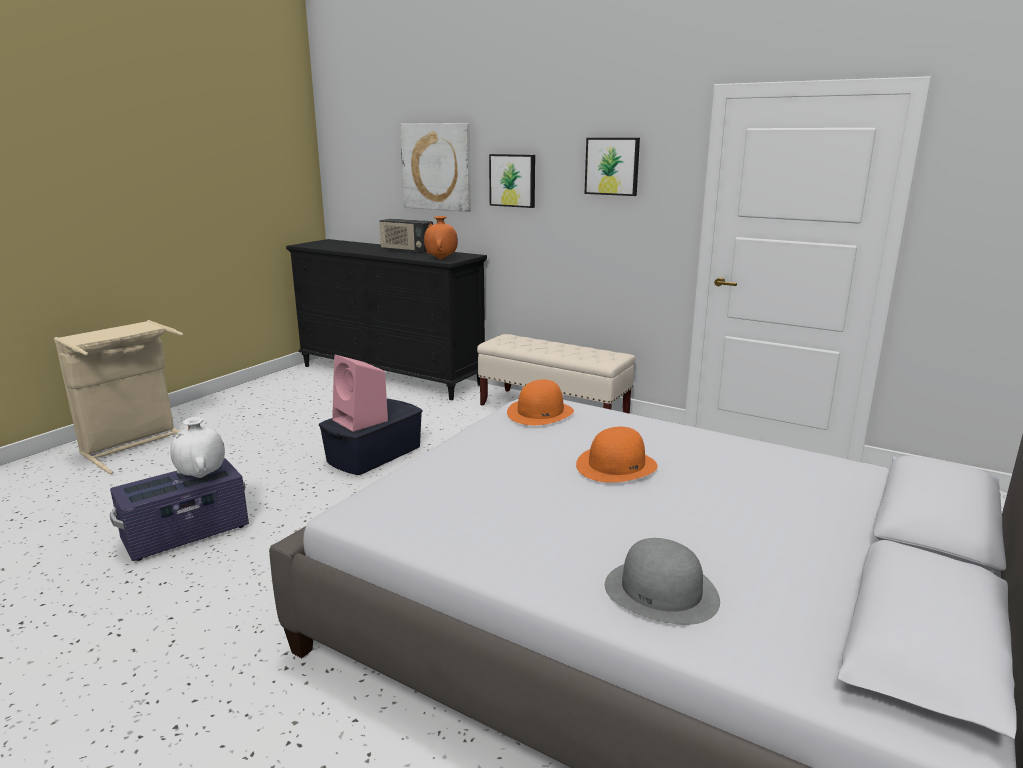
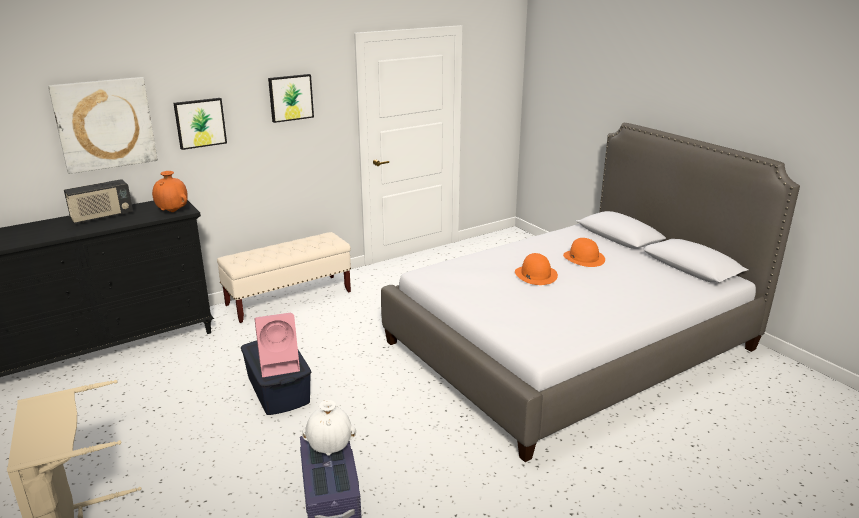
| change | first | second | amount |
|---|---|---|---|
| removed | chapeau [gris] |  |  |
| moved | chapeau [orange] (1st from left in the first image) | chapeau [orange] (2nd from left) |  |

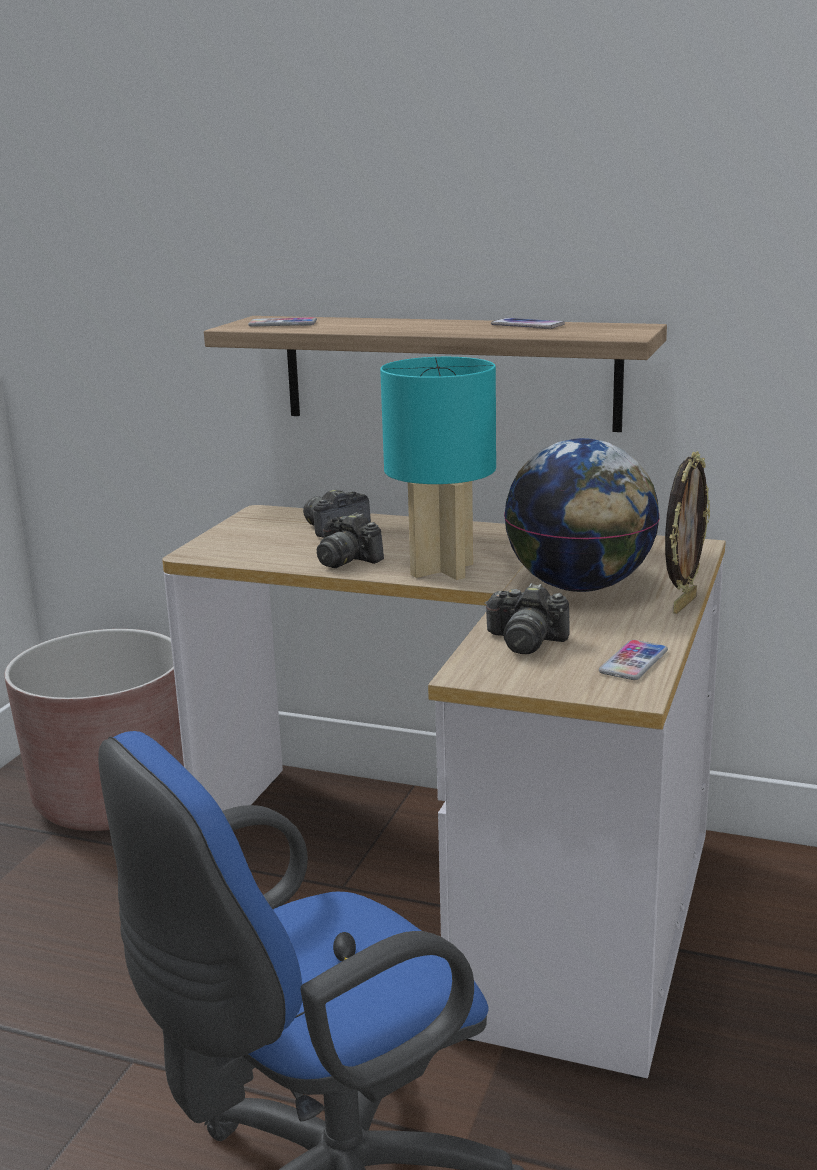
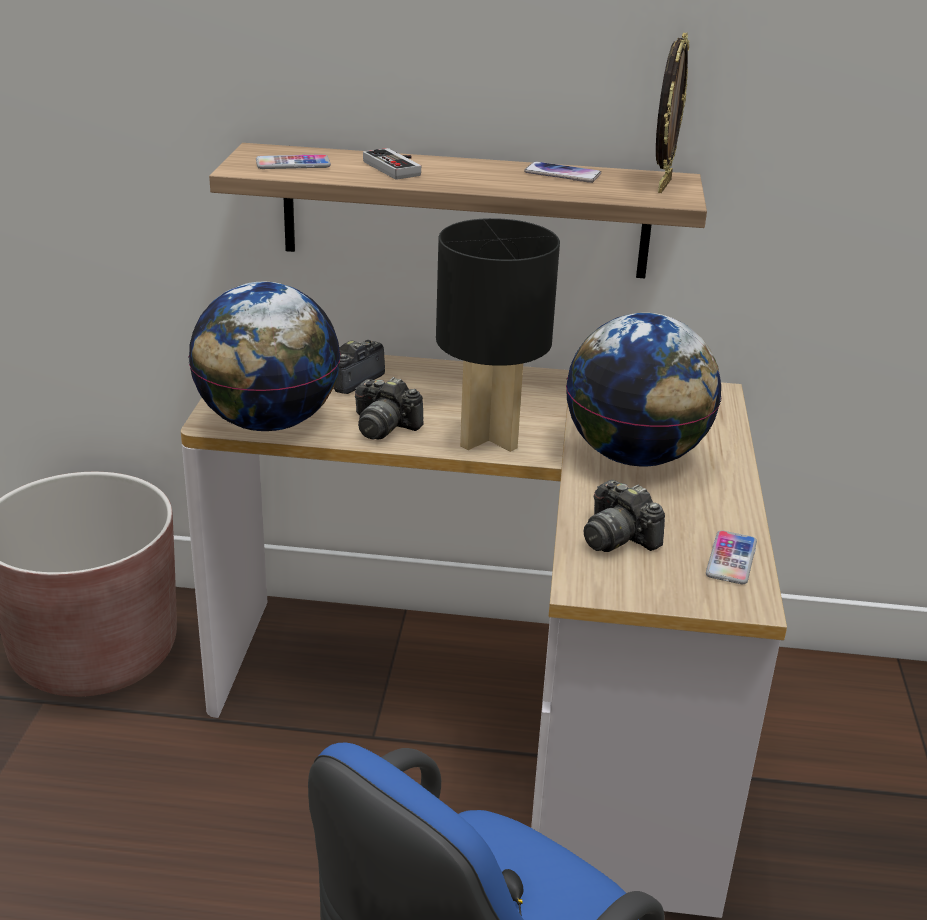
| change | first | second | amount |
|---|---|---|---|
| added |  | globe (1st from left) |  |
| added |  | manette |  |
| moved | cadre photo |  |  |
| recoloured | lampe de table [turquoise] | lampe de table [noir] |  |
| turned | appareil photo (3rd from left) |  | 45 degrees clockwise |

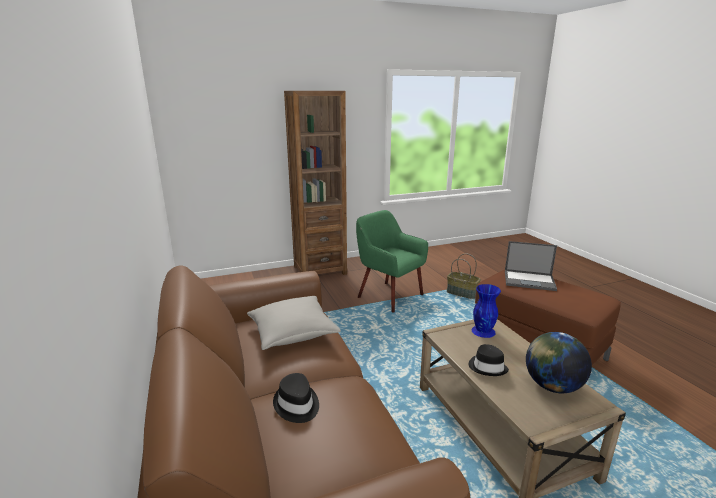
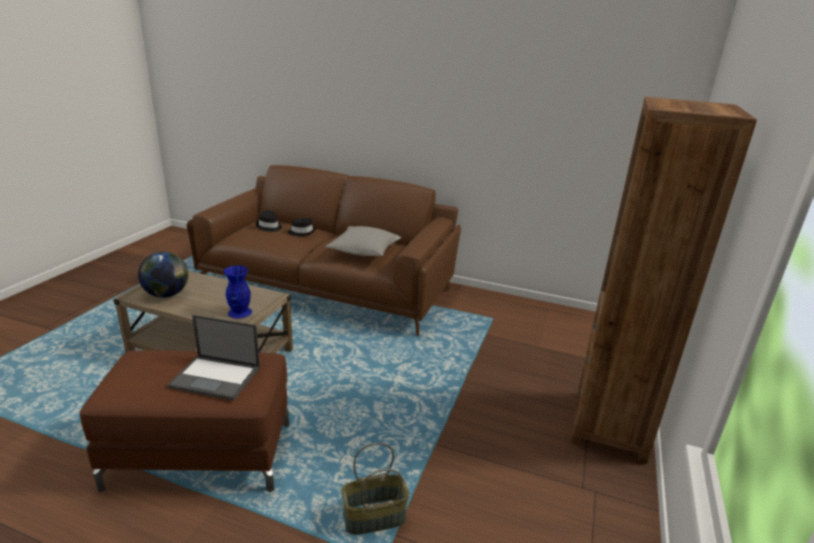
| change | first | second | amount |
|---|---|---|---|
| removed | fauteuil [vert] |  |  |
| moved | chapeau [noir] (2nd from left in the first image) | chapeau [noir] (1st from left) |  |
| turned | ordinateur portable |  | 135 degrees counterclockwise |

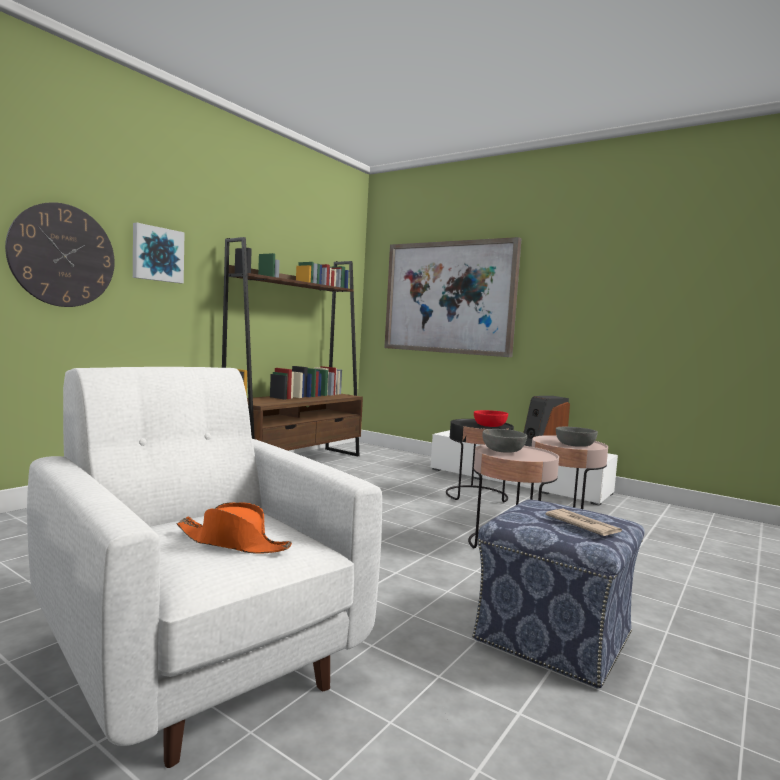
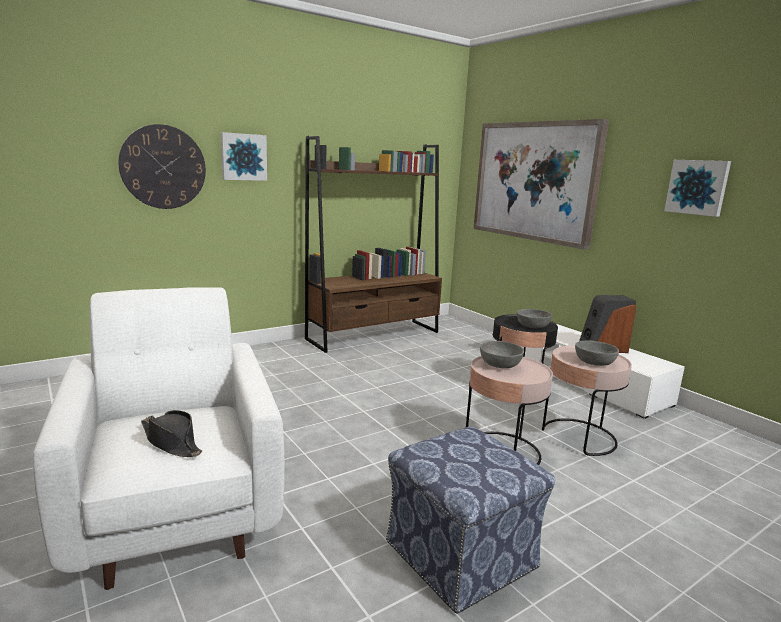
| change | first | second | amount |
|---|---|---|---|
| removed | journal |  |  |
| added |  | tableau (3rd from left) |  |
| recoloured | chapeau [orange] | chapeau [noir] |  |
| recoloured | bol [rouge] | bol [gris] (2nd from left) |  |

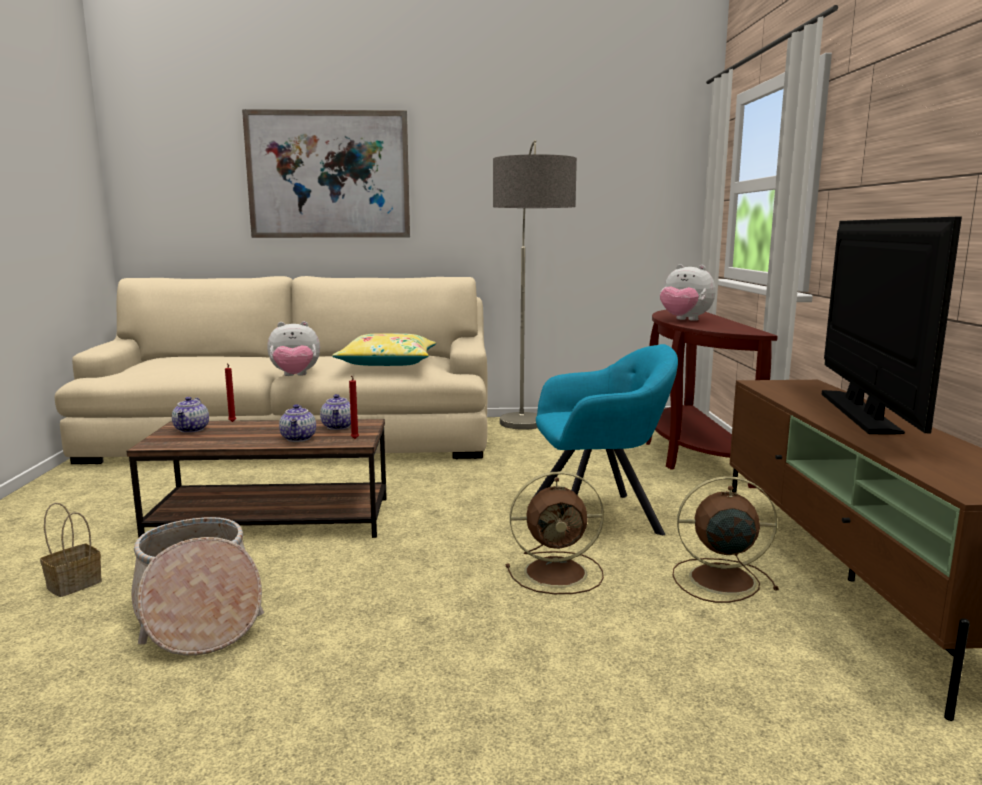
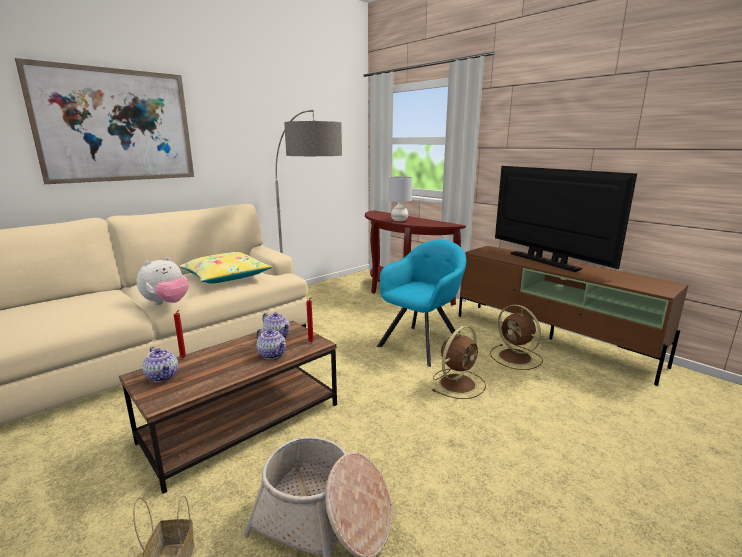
| change | first | second | amount |
|---|---|---|---|
| replaced | peluche (2nd from left) | lampe de table [gris] |  |
| turned | ventilateur [marron] (2nd from left) |  | 90 degrees counterclockwise |

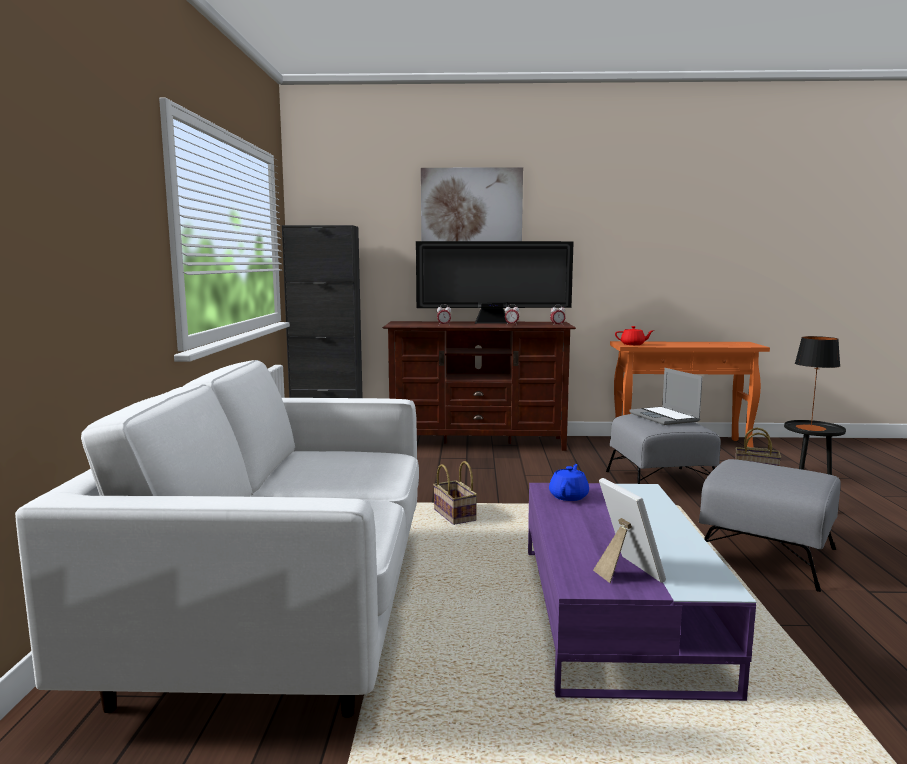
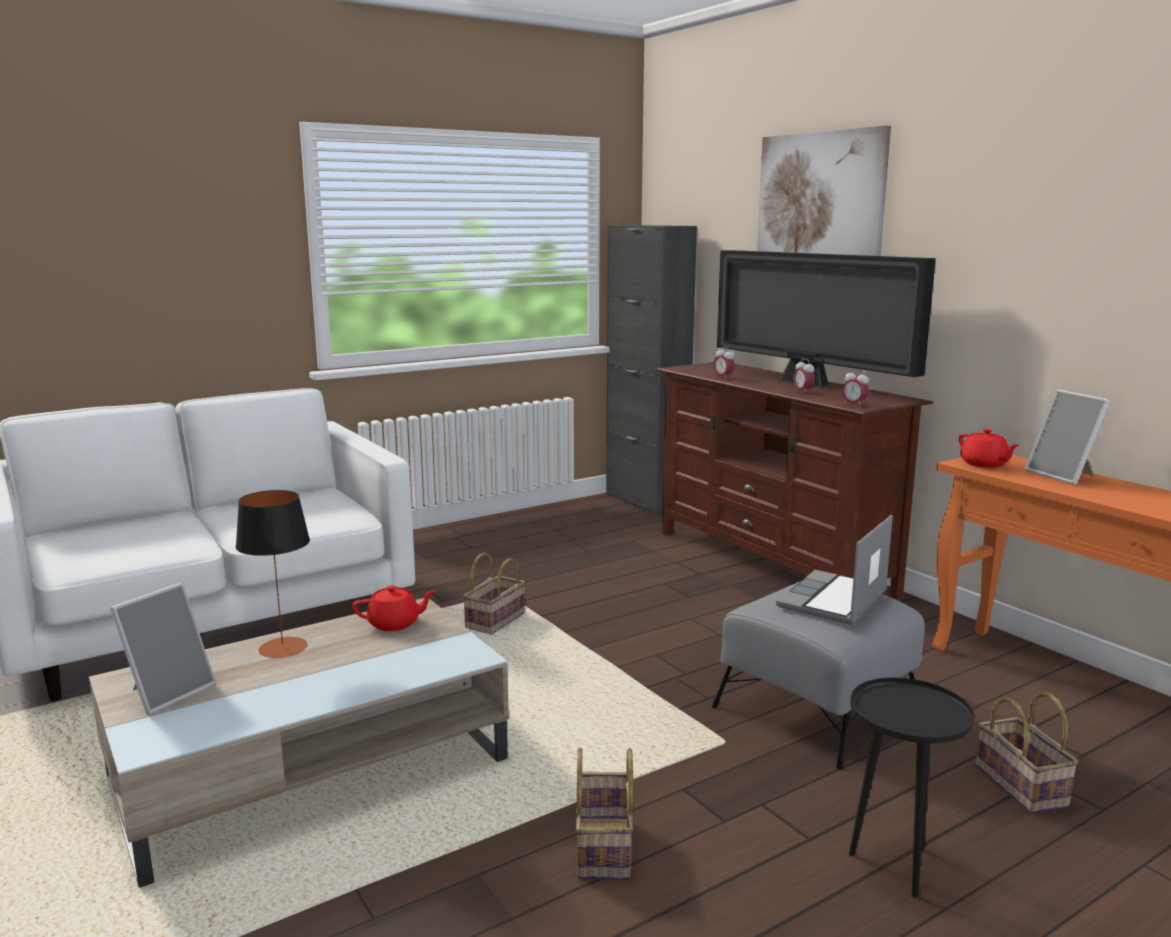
| change | first | second | amount |
|---|---|---|---|
| added |  | cadre photo (2nd from left) |  |
| moved | lampe de table |  |  |
| replaced | pouf [gris] (2nd from left) | panier (2nd from left) |  |
| recoloured | table basse [violet] | table basse [beige] |  |
| recoloured | théière [bleu] | théière [rouge] (1st from left) |  |

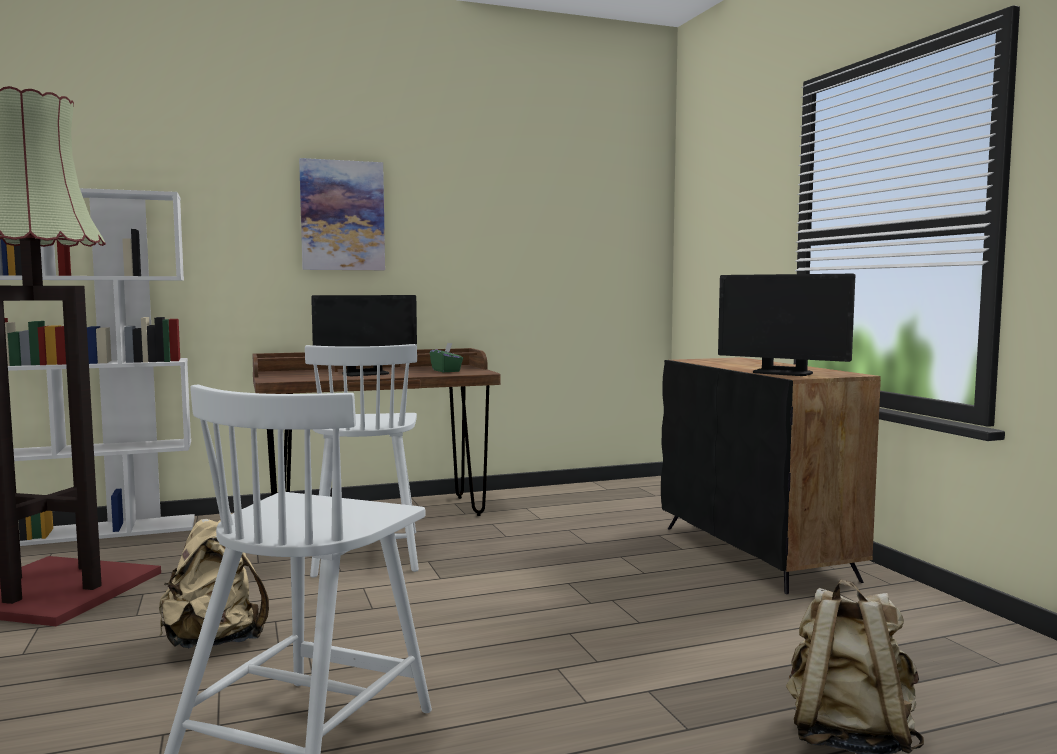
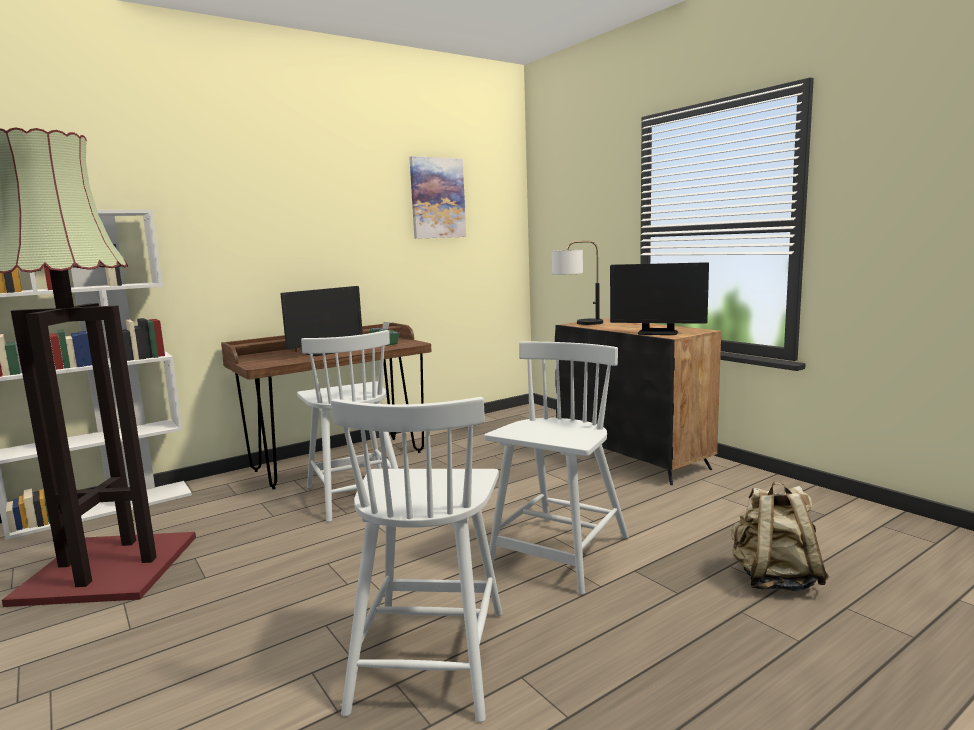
| change | first | second | amount |
|---|---|---|---|
| removed | sac à dos [beige] (1st from left) |  |  |
| added |  | chaise [blanc] (3rd from left) |  |
| added |  | lampe de table |  |
| moved | tableau |  |  |

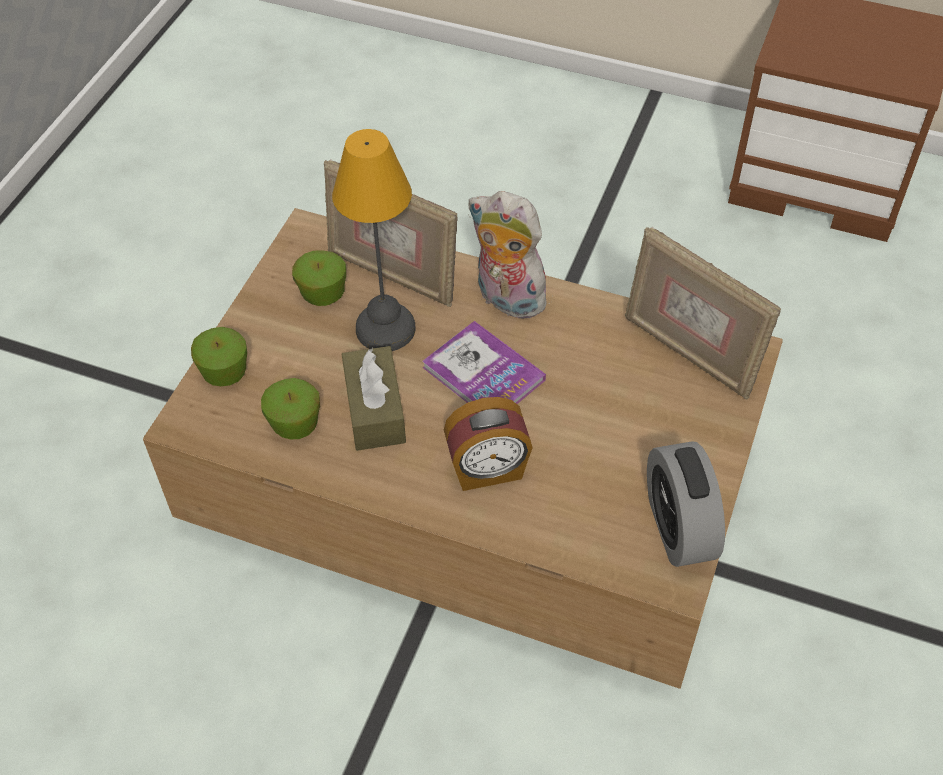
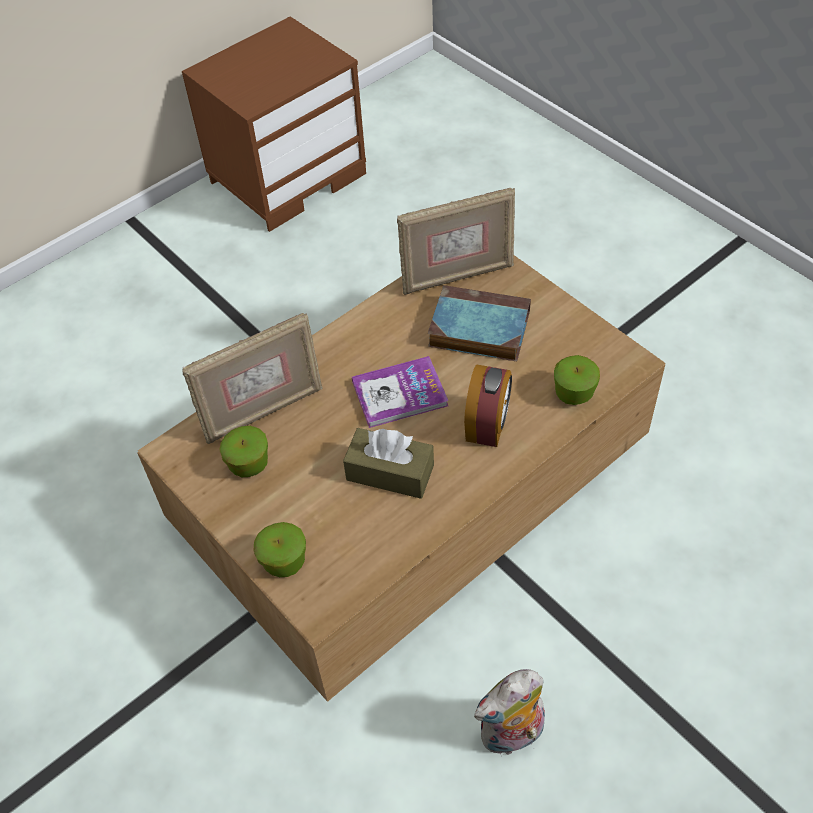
| change | first | second | amount |
|---|---|---|---|
| removed | lampe de table |  |  |
| removed | réveil (2nd from left) |  |  |
| added |  | livre (2nd from left) |  |
| moved | pomme (2nd from left in the first image) | pomme (3rd from left) |  |
| moved | peluche |  |  |

